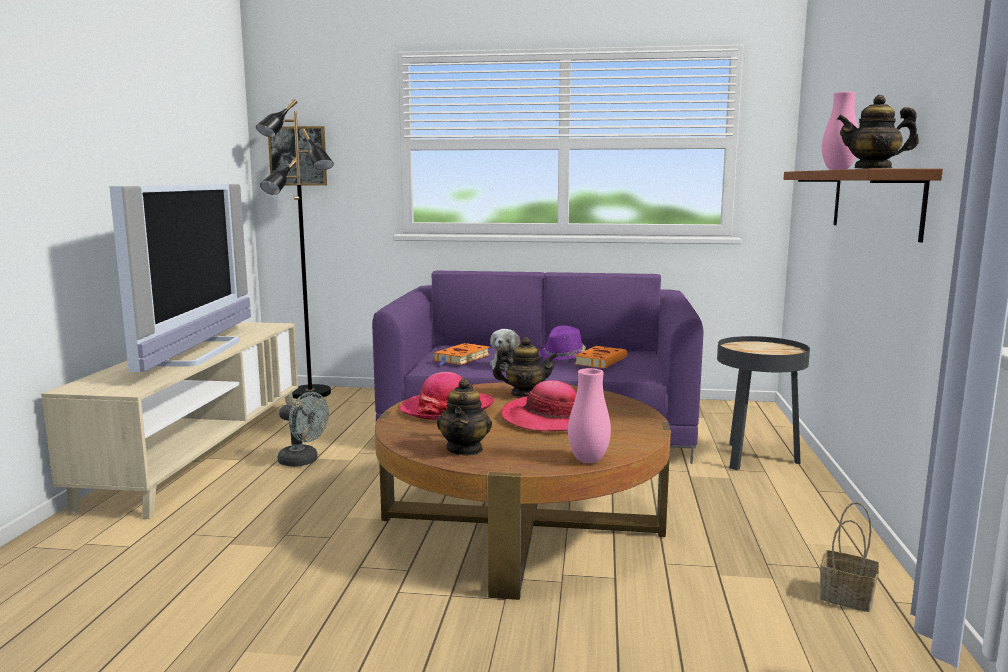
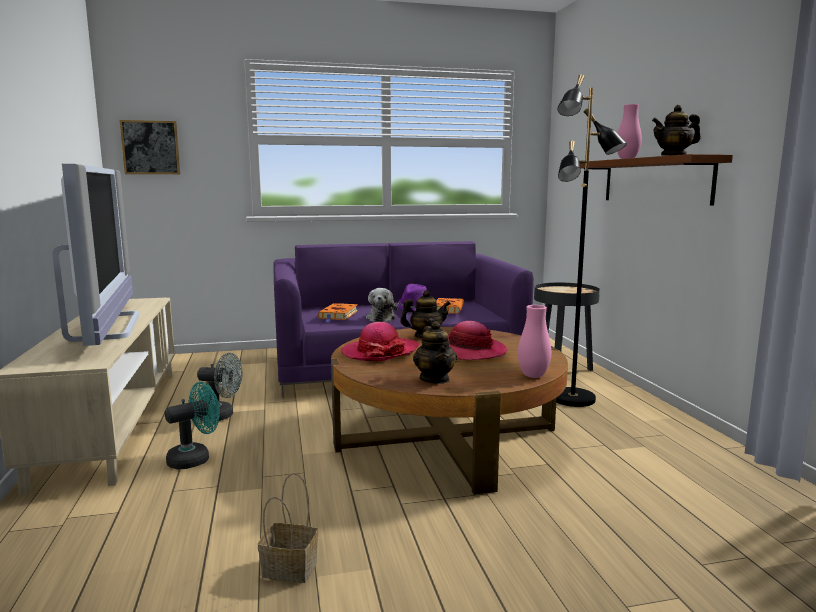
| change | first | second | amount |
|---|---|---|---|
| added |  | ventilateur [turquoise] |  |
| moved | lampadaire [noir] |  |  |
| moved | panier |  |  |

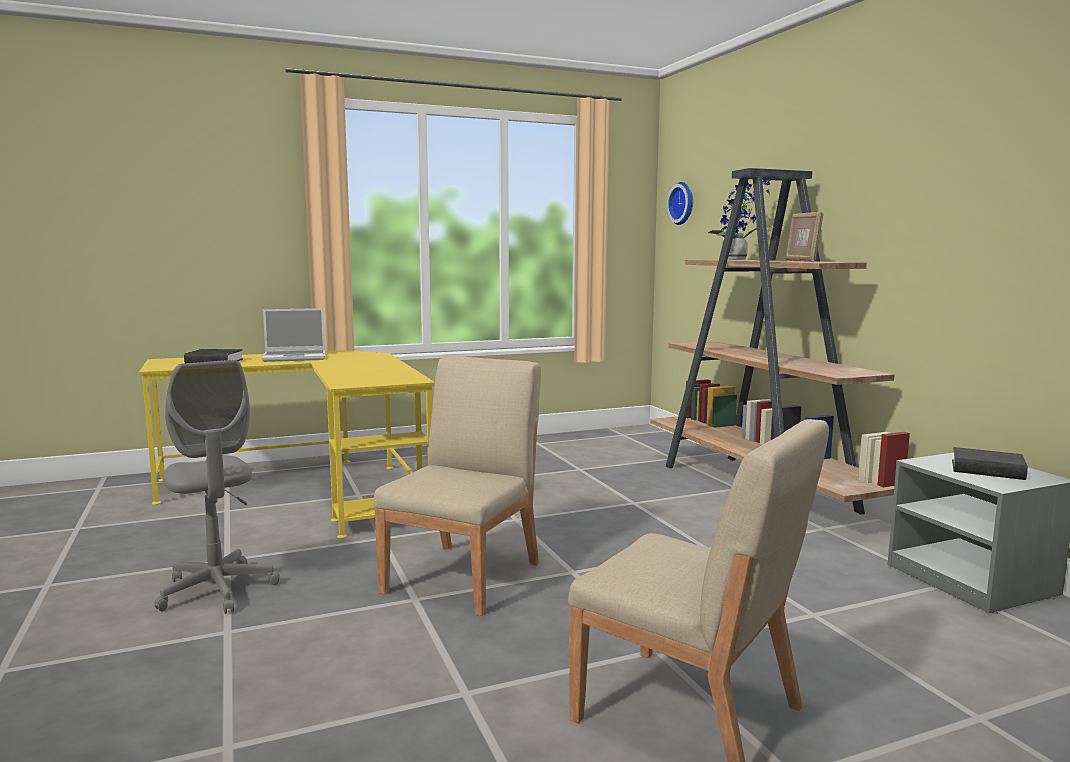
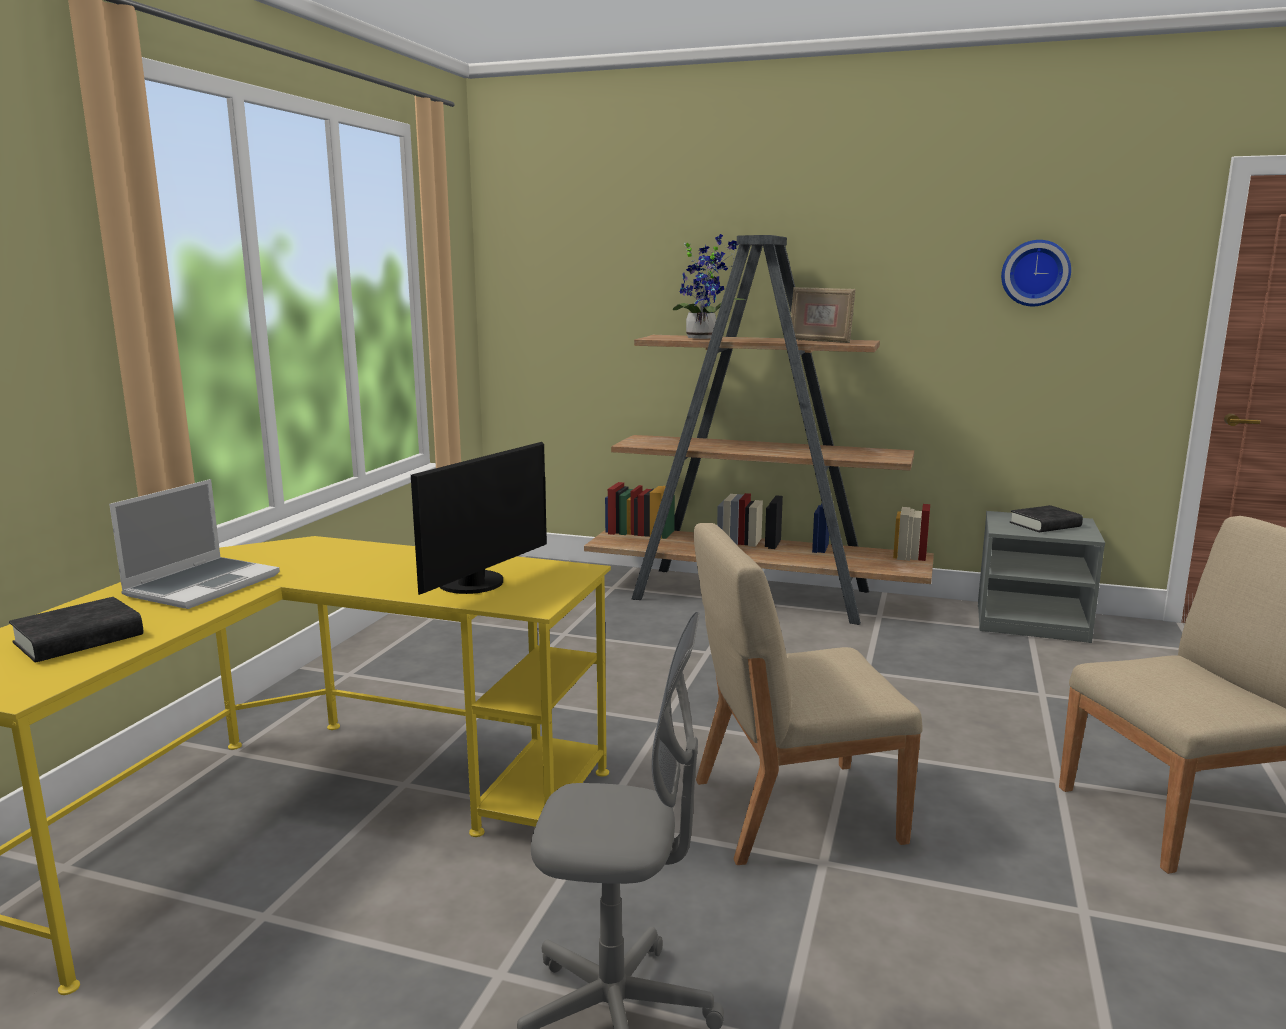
| change | first | second | amount |
|---|---|---|---|
| added |  | écran d'ordinateur |  |
| moved | horloge murale |  |  |
| turned | chaise [beige] (1st from left) |  | 75 degrees counterclockwise |

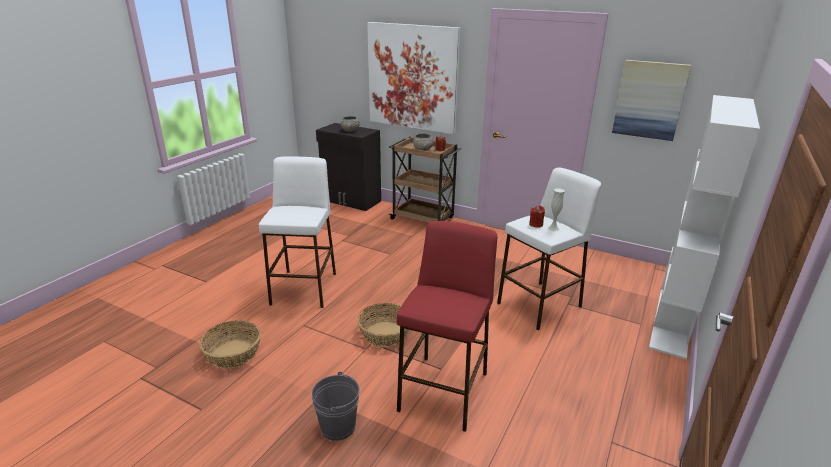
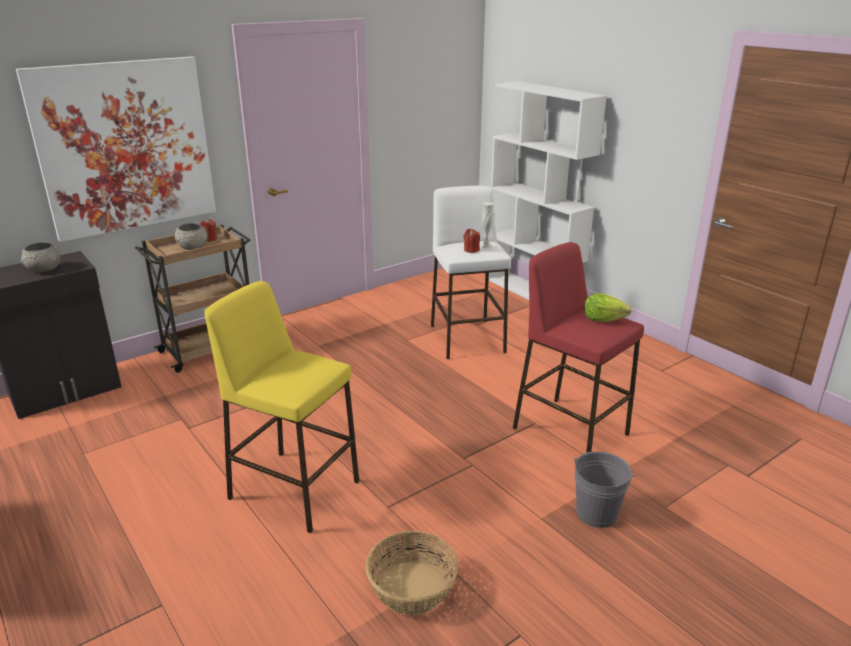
| change | first | second | amount |
|---|---|---|---|
| removed | panier (2nd from left) |  |  |
| removed | tableau (2nd from left) |  |  |
| added |  | laitue |  |
| recoloured | tabouret [blanc] (1st from left) | tabouret [jaune] |  |

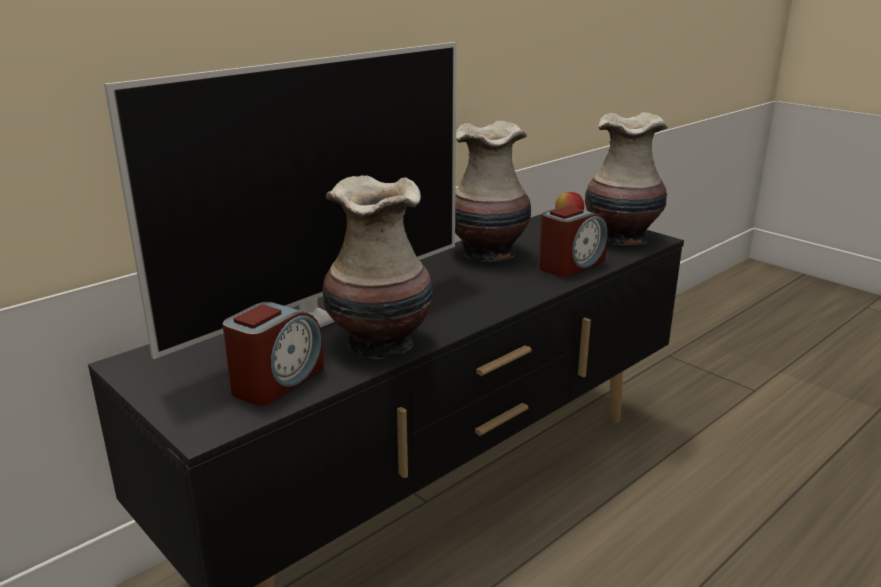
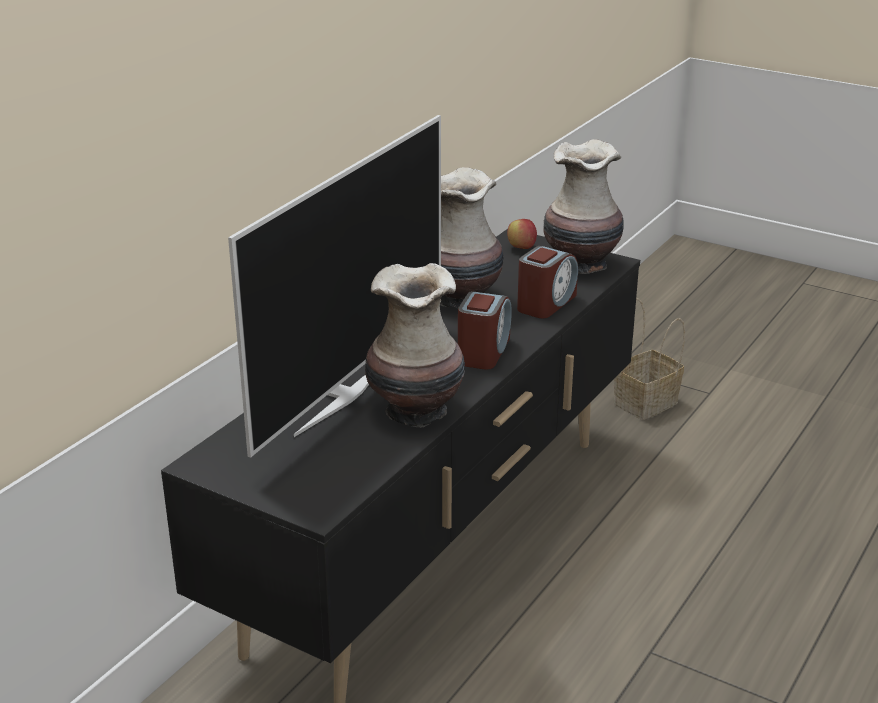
| change | first | second | amount |
|---|---|---|---|
| added |  | panier |  |
| moved | réveil (1st from left) |  |  |

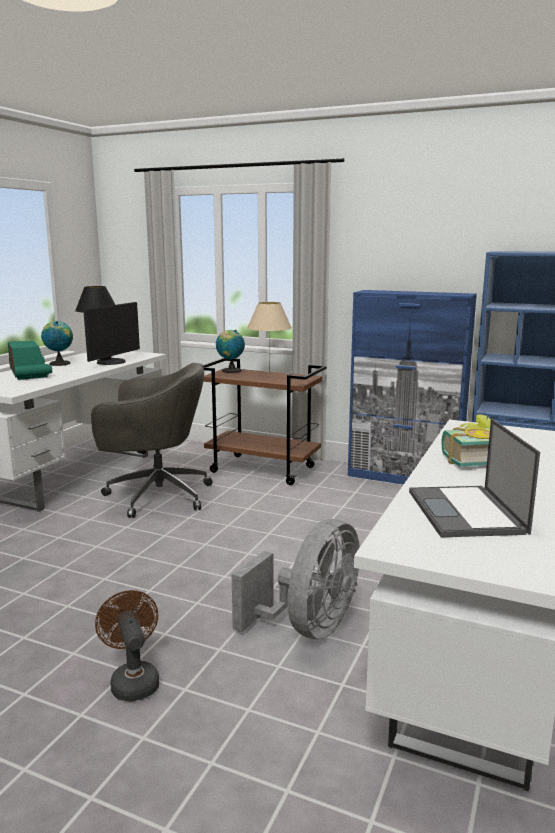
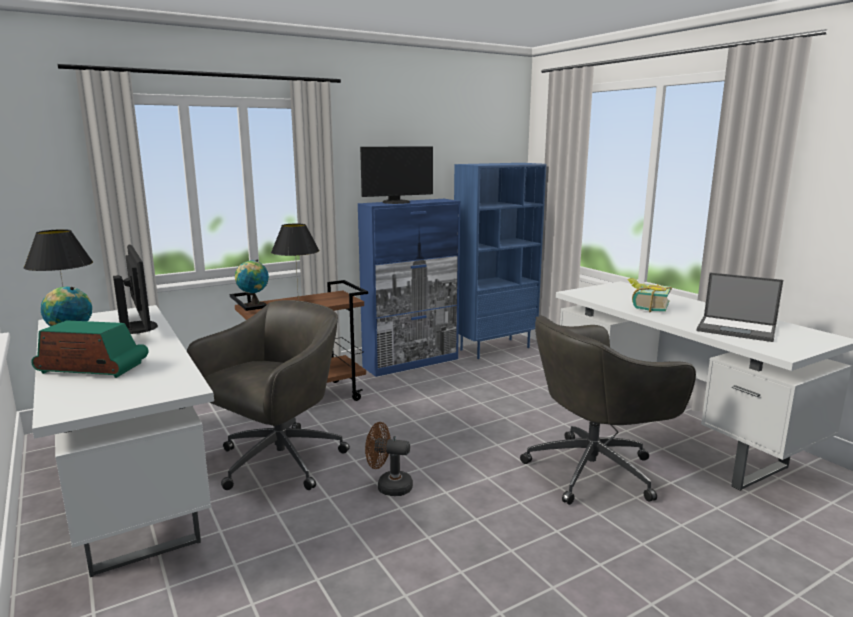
| change | first | second | amount |
|---|---|---|---|
| added |  | écran d'ordinateur (2nd from left) |  |
| moved | ventilateur [marron] |  |  |
| replaced | ventilateur [gris] | chaise de bureau [gris] (2nd from left) |  |
| recoloured | lampe de table [beige] | lampe de table [noir] (2nd from left) |  |

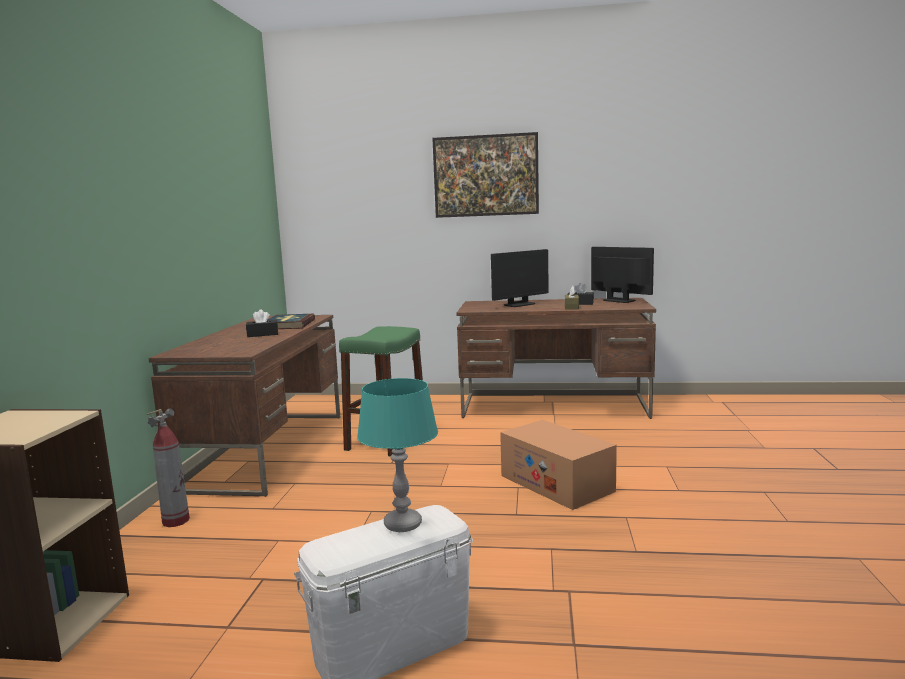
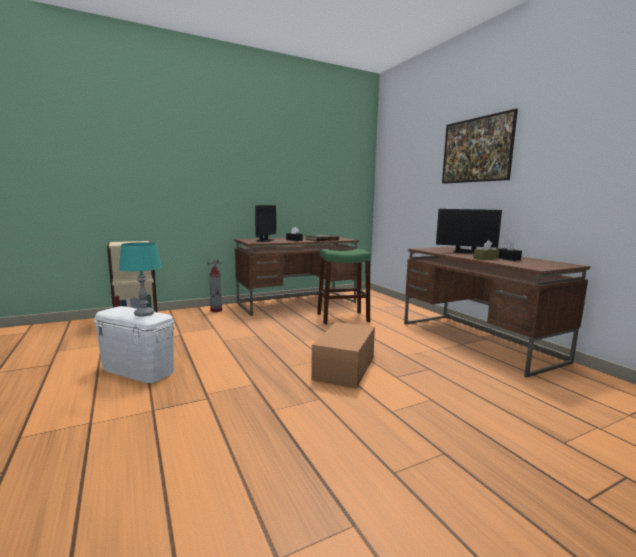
| change | first | second | amount |
|---|---|---|---|
| moved | écran d'ordinateur (2nd from left in the first image) | écran d'ordinateur (1st from left) |  |

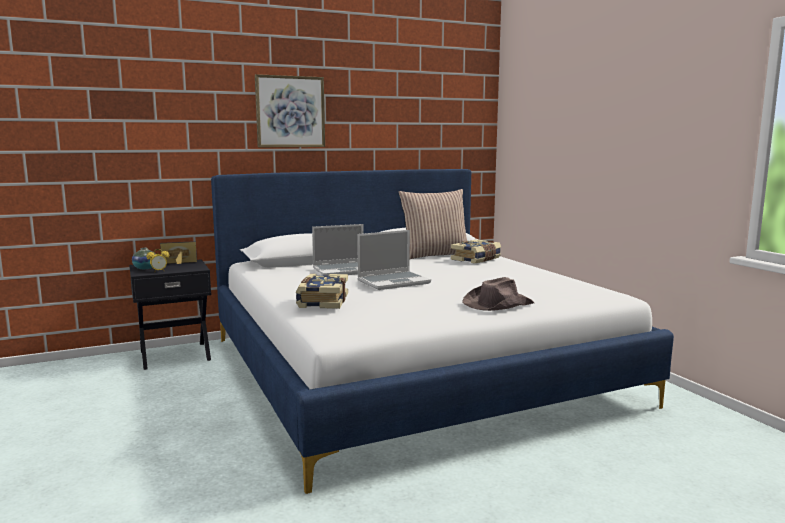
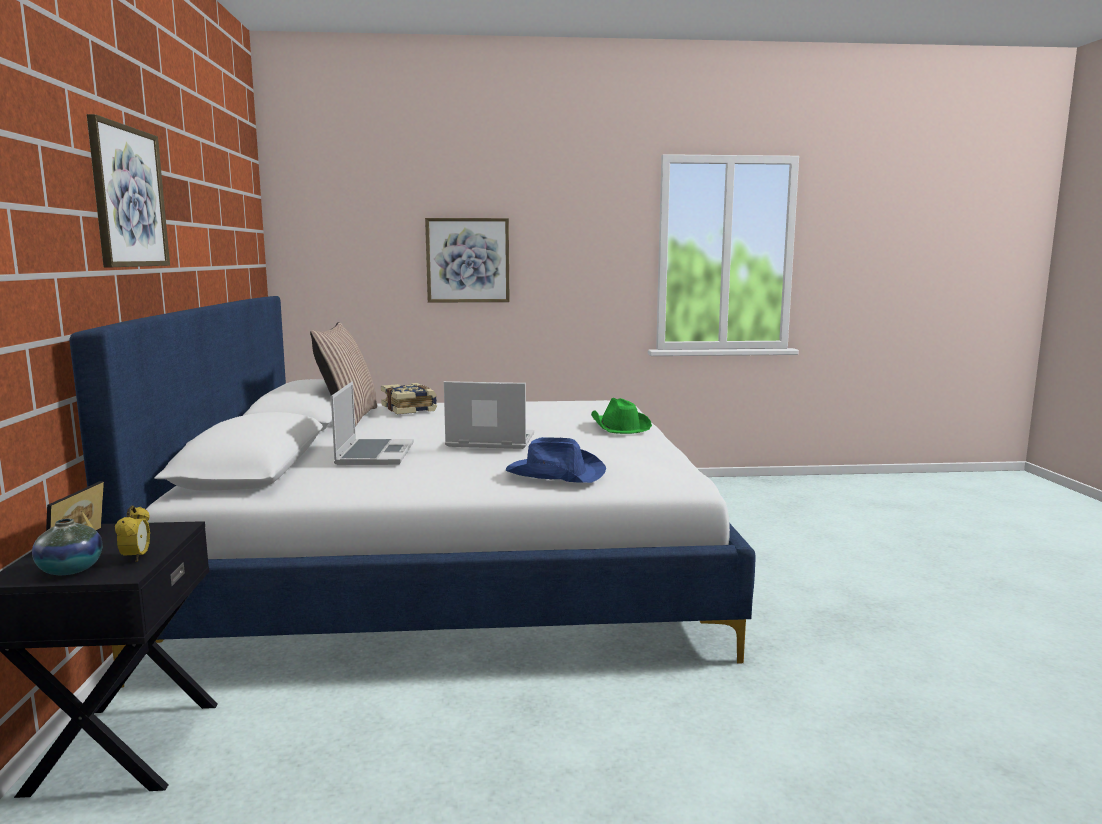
| change | first | second | amount |
|---|---|---|---|
| added |  | tableau (2nd from left) |  |
| replaced | livre (1st from left) | chapeau [bleu] |  |
| recoloured | chapeau [marron] | chapeau [vert] |  |
| turned | ordinateur portable (2nd from left) |  | 75 degrees counterclockwise |

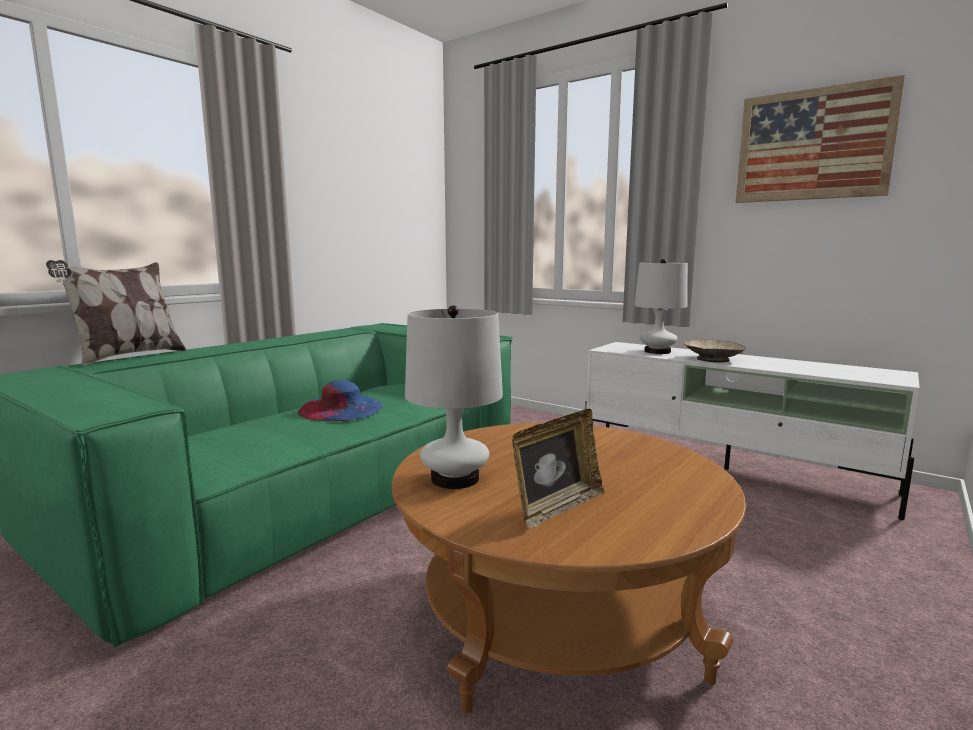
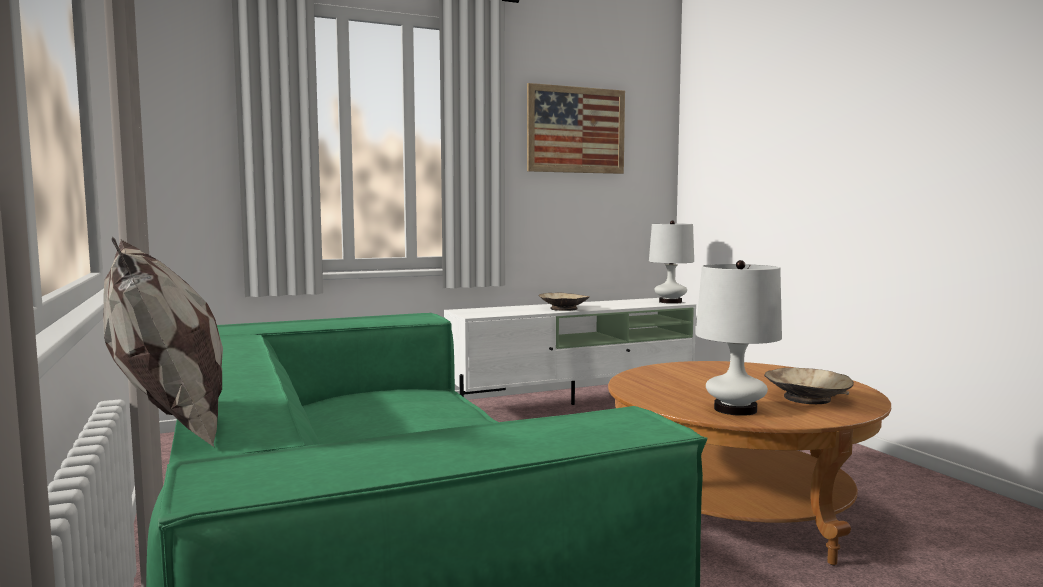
| change | first | second | amount |
|---|---|---|---|
| removed | chapeau [bleu] |  |  |
| moved | lampe de table [blanc] (2nd from left in the first image) | lampe de table [blanc] (1st from left) |  |
| replaced | cadre photo | bol [beige] (2nd from left) |  |

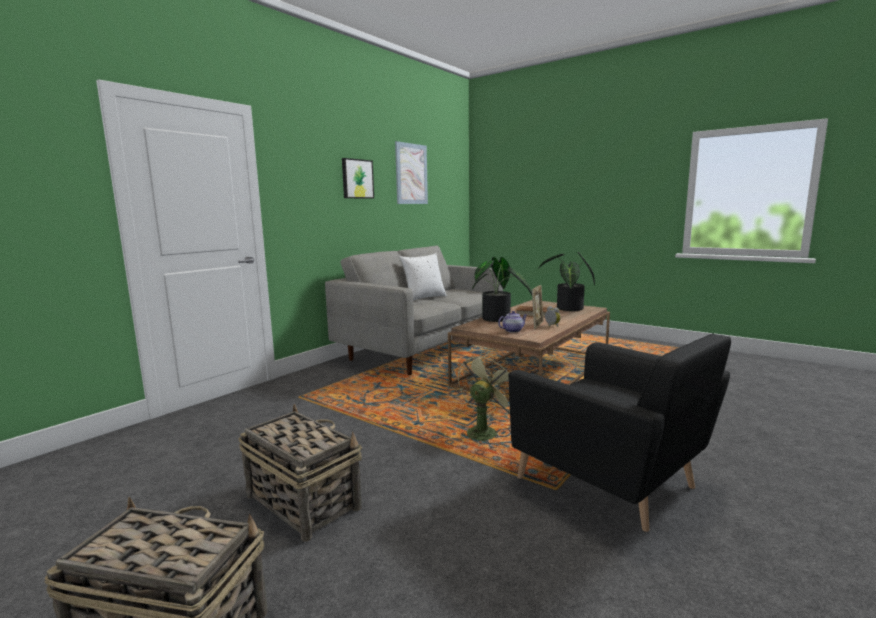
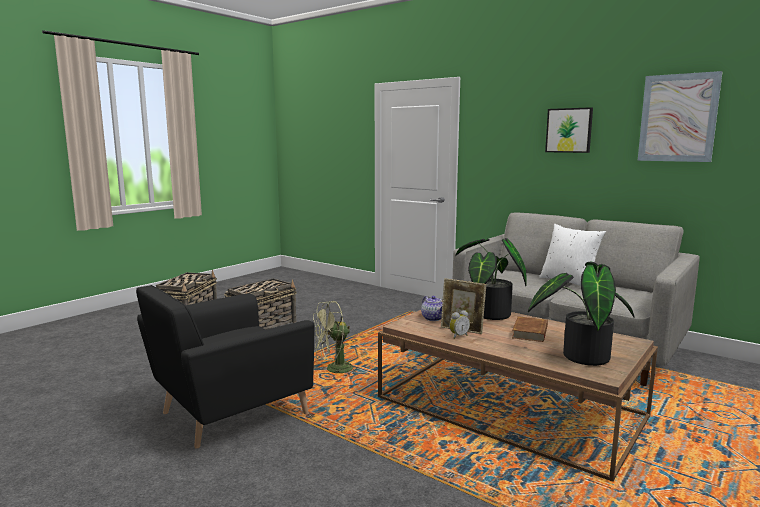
| change | first | second | amount |
|---|---|---|---|
| turned | ventilateur [vert] |  | 120 degrees clockwise |

